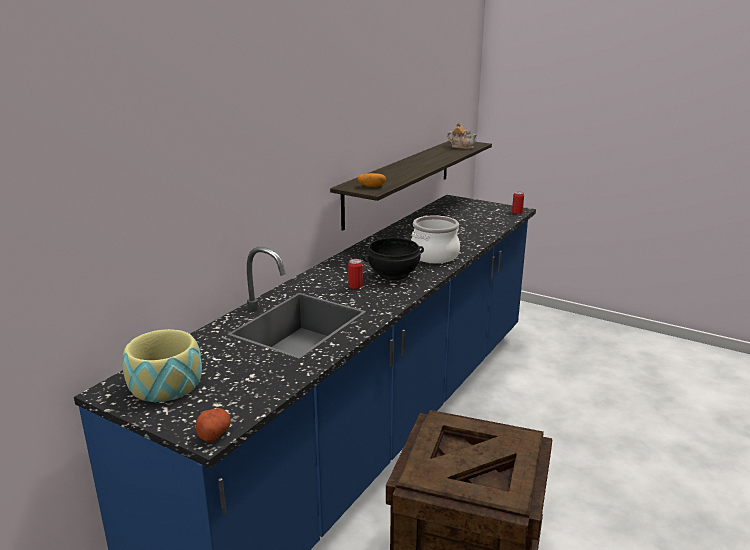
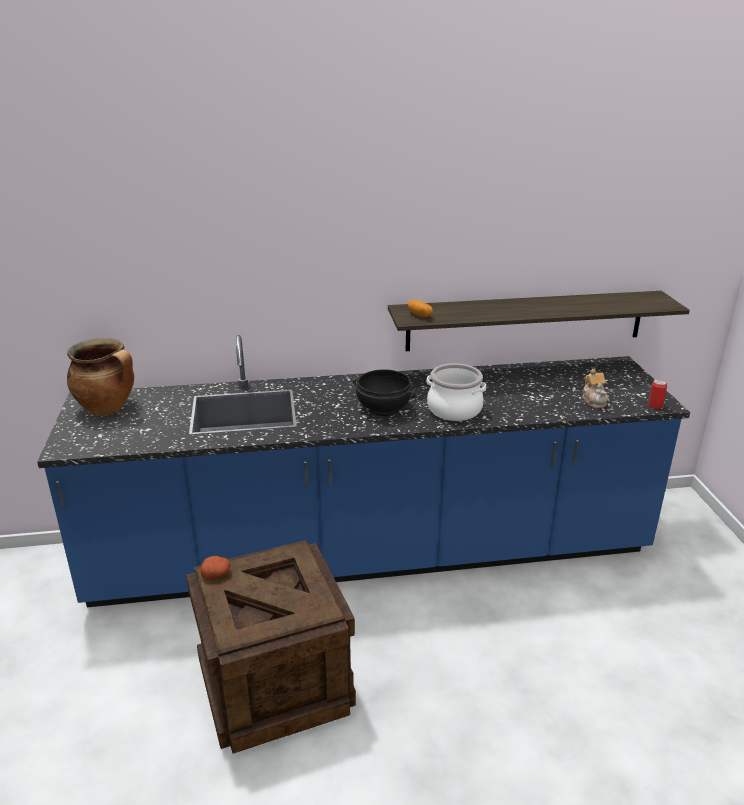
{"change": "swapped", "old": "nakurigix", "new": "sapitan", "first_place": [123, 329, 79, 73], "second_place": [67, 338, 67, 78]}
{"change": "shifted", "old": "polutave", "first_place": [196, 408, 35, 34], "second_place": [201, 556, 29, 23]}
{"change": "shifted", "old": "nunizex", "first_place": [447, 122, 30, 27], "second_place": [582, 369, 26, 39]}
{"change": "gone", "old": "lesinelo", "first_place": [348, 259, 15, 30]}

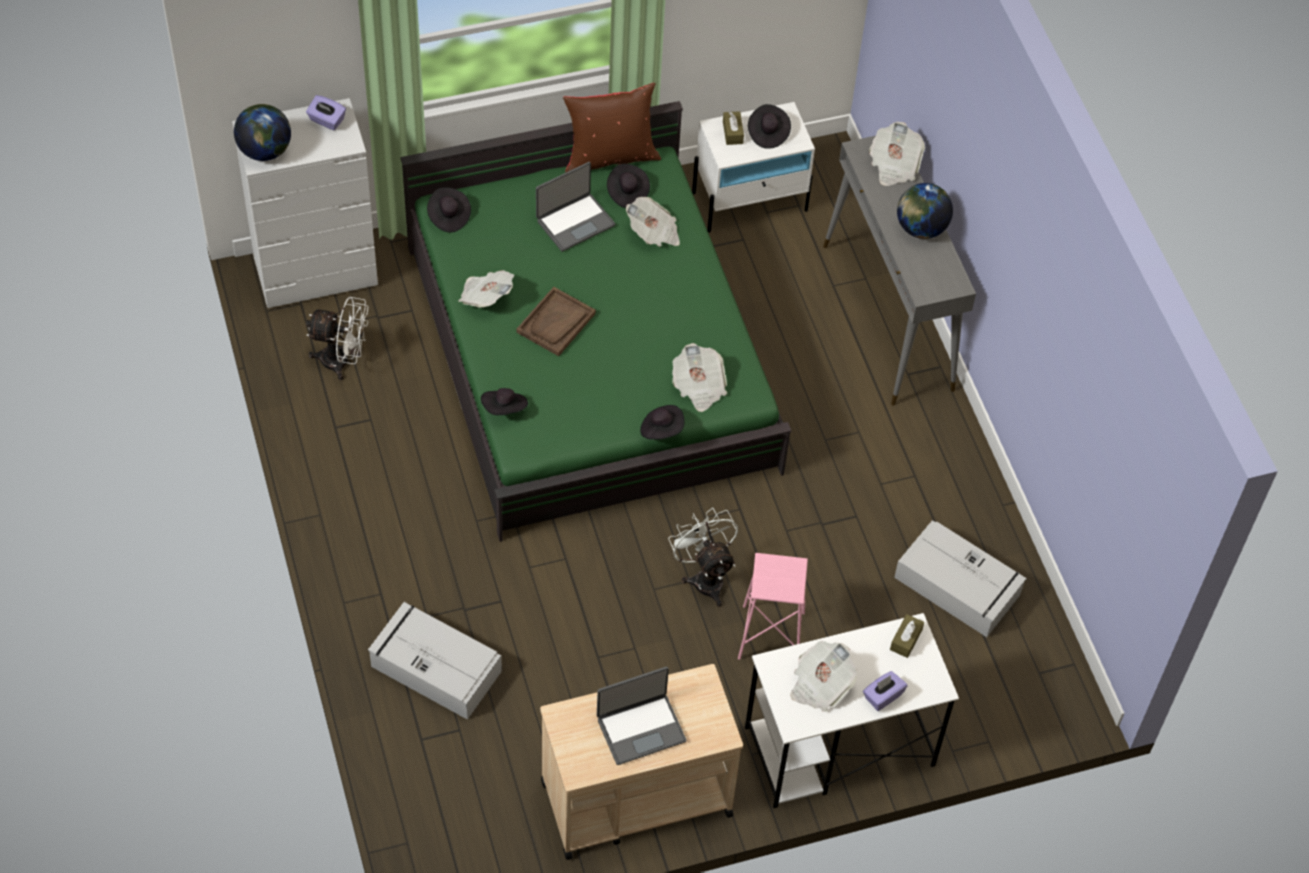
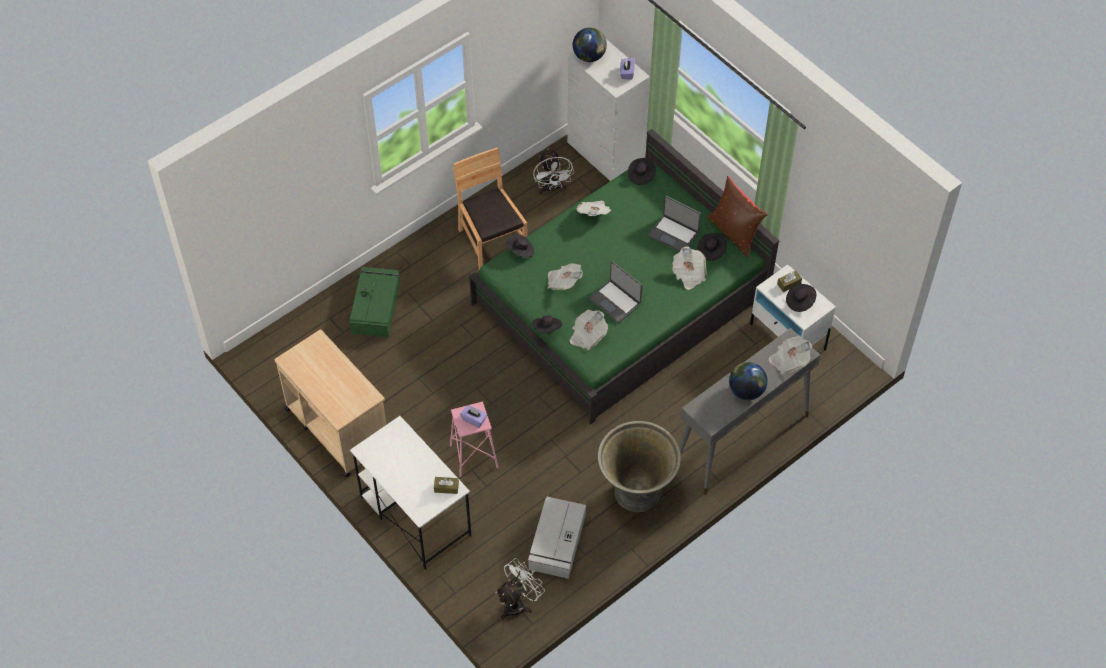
{"change": "repainted", "old": "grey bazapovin", "new": "green bazapovin", "first_place": [368, 602, 134, 118], "second_place": [349, 267, 51, 71]}
{"change": "new", "new": "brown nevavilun", "second_place": [453, 147, 75, 122]}
{"change": "shifted", "old": "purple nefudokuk", "first_place": [863, 671, 44, 40], "second_place": [460, 405, 27, 23]}
{"change": "shifted", "old": "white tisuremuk", "first_place": [668, 508, 70, 99], "second_place": [495, 558, 50, 62]}
{"change": "shifted", "old": "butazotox", "first_place": [790, 641, 67, 71], "second_place": [548, 263, 35, 27]}
{"change": "shifted", "old": "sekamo", "first_place": [597, 666, 90, 99], "second_place": [589, 261, 54, 62]}
{"change": "new", "new": "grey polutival", "second_place": [598, 421, 83, 91]}
{"change": "gone", "old": "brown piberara", "first_place": [516, 287, 80, 69]}

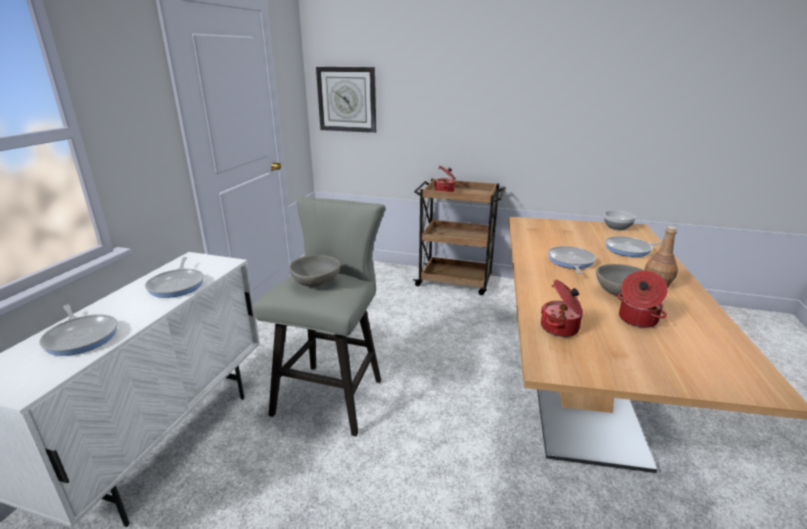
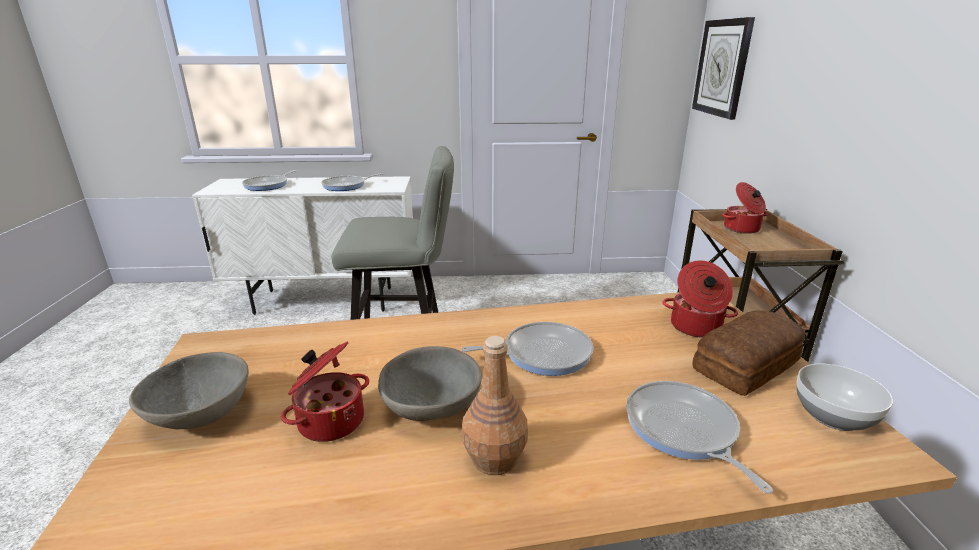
{"change": "shifted", "old": "grey nakurigix", "first_place": [289, 255, 52, 32], "second_place": [129, 352, 120, 77]}
{"change": "shifted", "old": "sapitan", "first_place": [541, 280, 42, 57], "second_place": [663, 260, 75, 78]}
{"change": "new", "new": "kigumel", "second_place": [692, 310, 113, 86]}

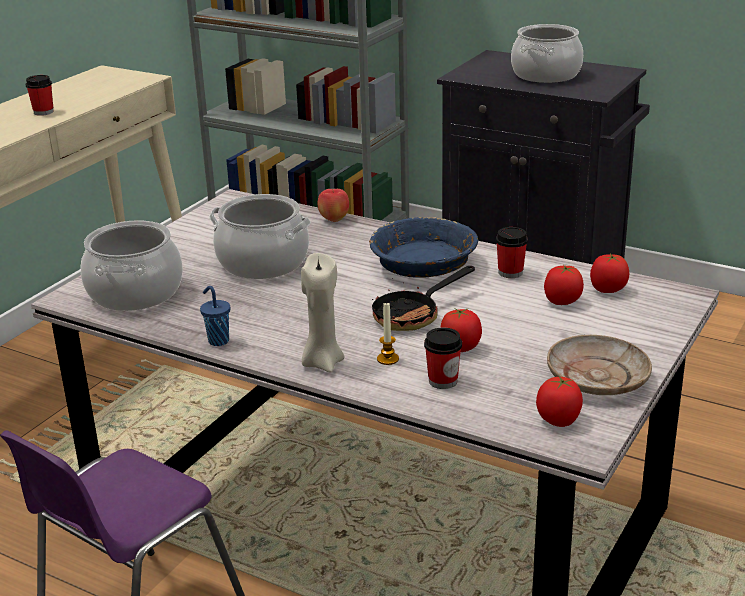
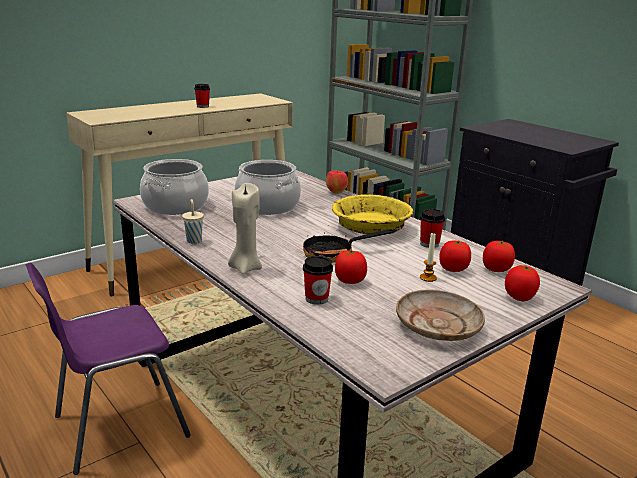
{"change": "repainted", "old": "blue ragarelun", "new": "beige ragarelun", "first_place": [200, 286, 30, 60], "second_place": [182, 199, 22, 45]}
{"change": "repainted", "old": "blue nakurigix", "new": "yellow nakurigix", "first_place": [369, 217, 109, 61], "second_place": [332, 194, 81, 40]}
{"change": "shifted", "old": "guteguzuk", "first_place": [377, 301, 22, 64], "second_place": [420, 232, 17, 50]}
{"change": "shifted", "old": "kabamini", "first_place": [536, 377, 47, 50], "second_place": [505, 265, 35, 37]}
{"change": "gone", "old": "sapitan", "first_place": [511, 24, 72, 59]}

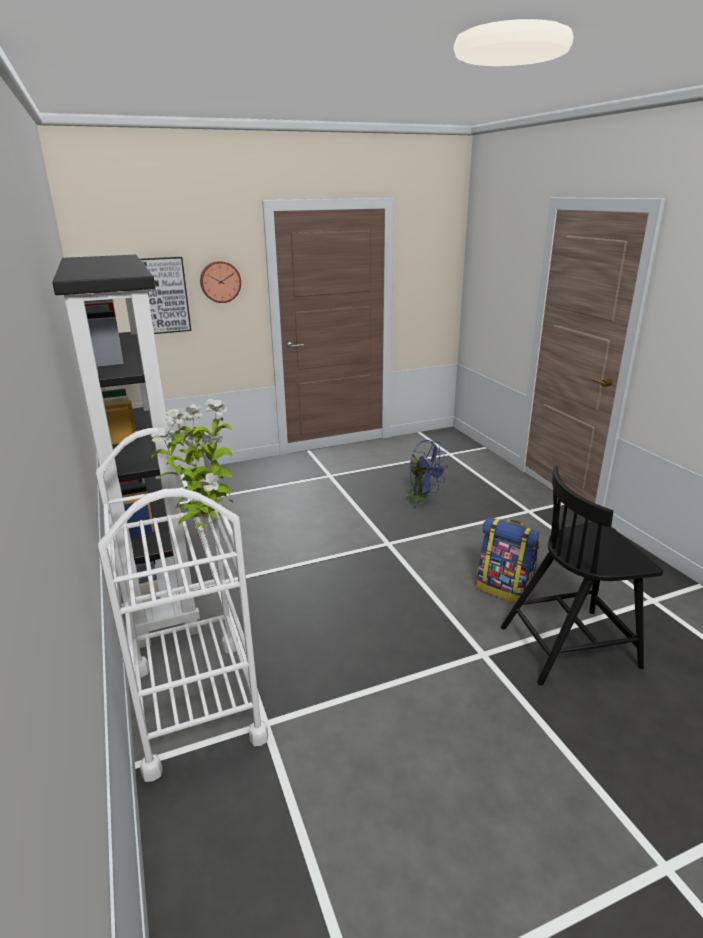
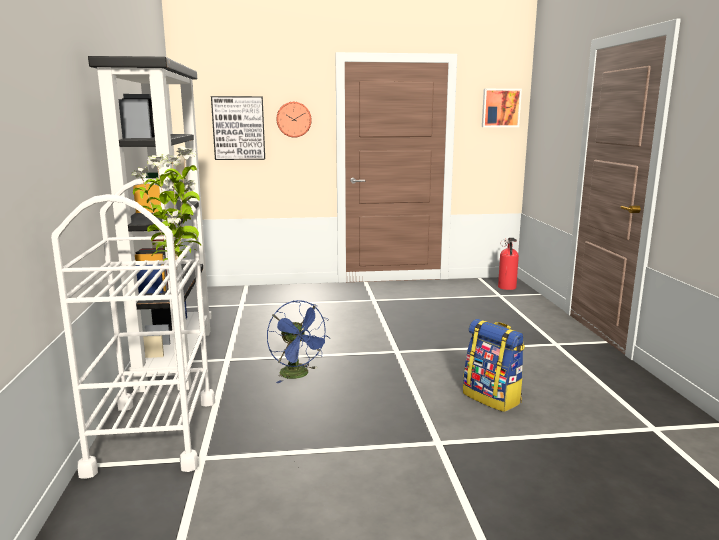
{"change": "shifted", "old": "blue tisuremuk", "first_place": [405, 440, 43, 69], "second_place": [267, 300, 64, 83]}
{"change": "new", "new": "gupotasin", "second_place": [482, 89, 40, 38]}
{"change": "new", "new": "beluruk", "second_place": [498, 238, 21, 52]}
{"change": "gone", "old": "black nevavilun", "first_place": [501, 466, 162, 219]}

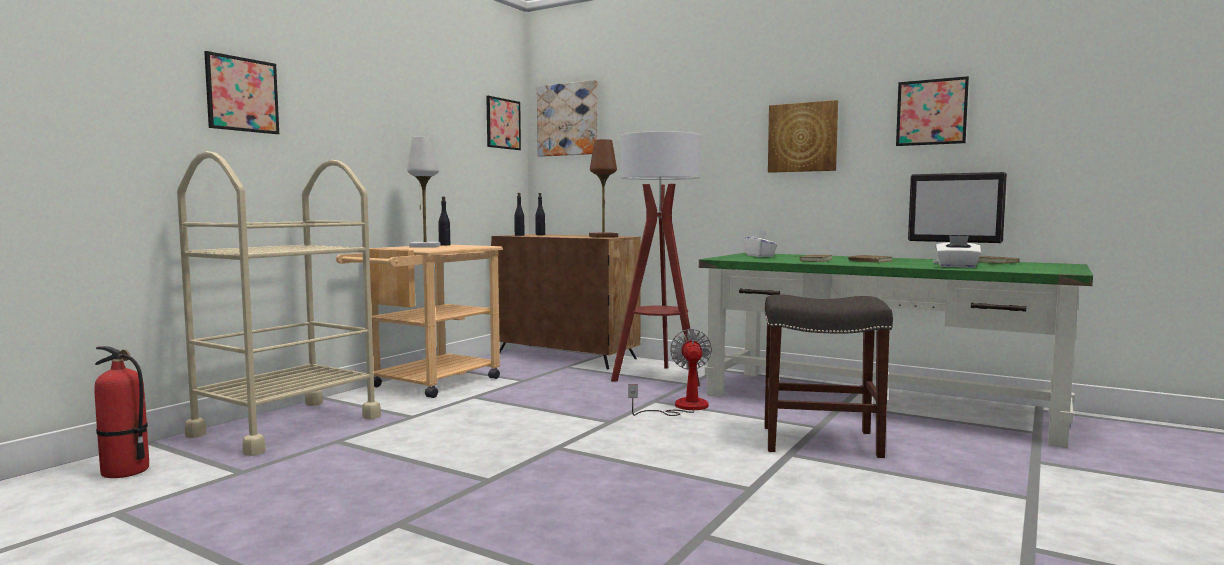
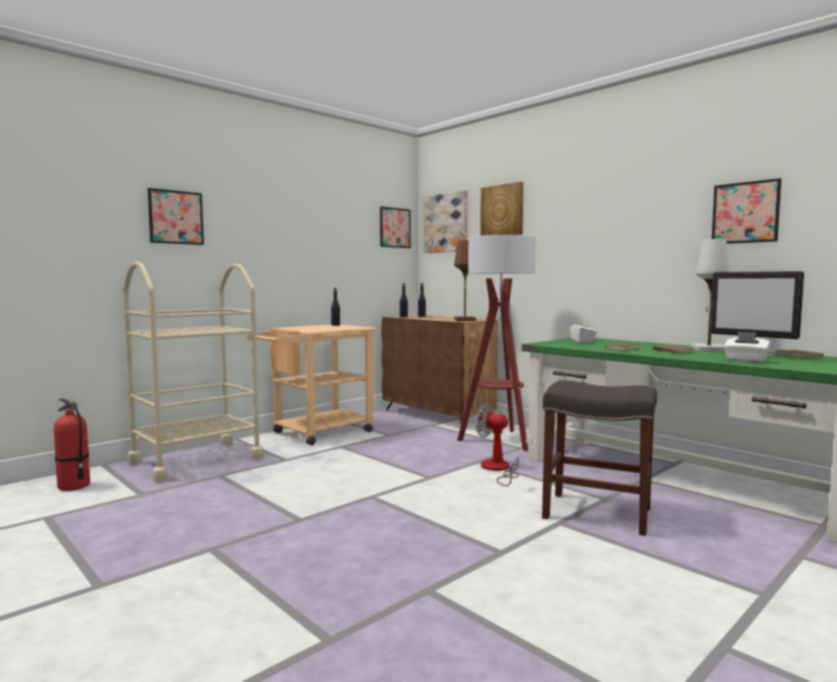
{"change": "rotated", "old": "tisuremuk", "first_place": [628, 329, 84, 87], "second_place": [475, 403, 44, 83], "degrees": -75}
{"change": "shifted", "old": "gupotasin", "first_place": [768, 100, 70, 73], "second_place": [480, 182, 43, 54]}
{"change": "shifted", "old": "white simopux", "first_place": [407, 137, 33, 111], "second_place": [691, 239, 40, 113]}

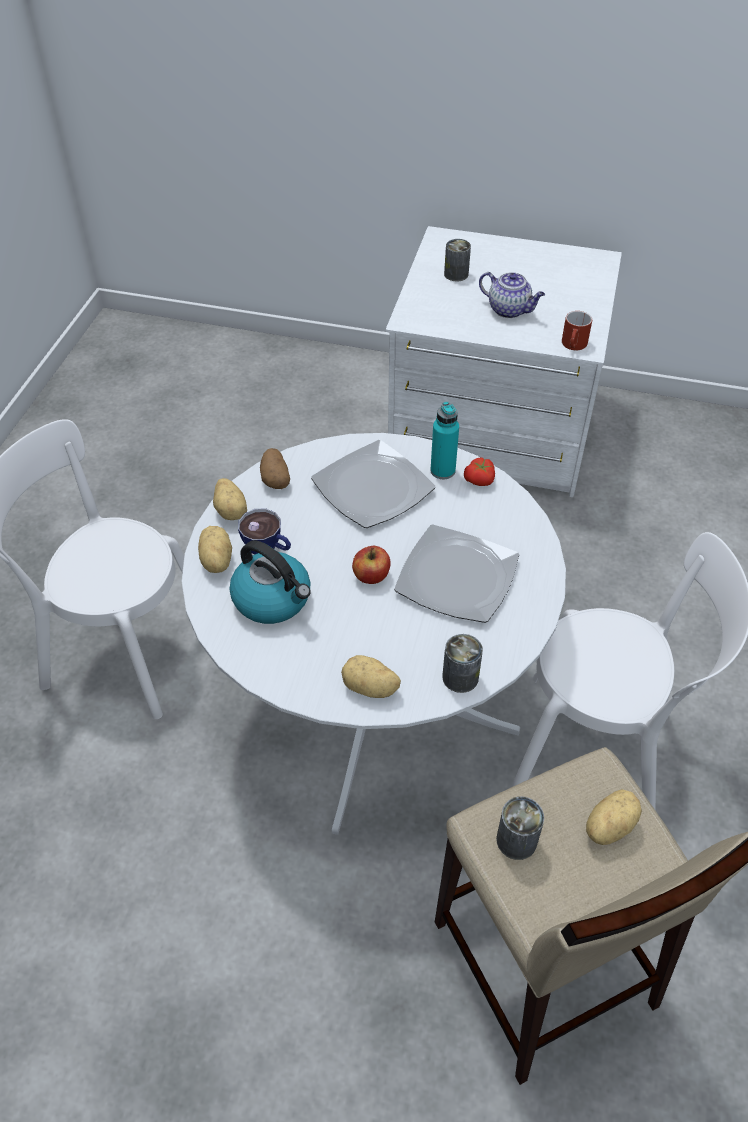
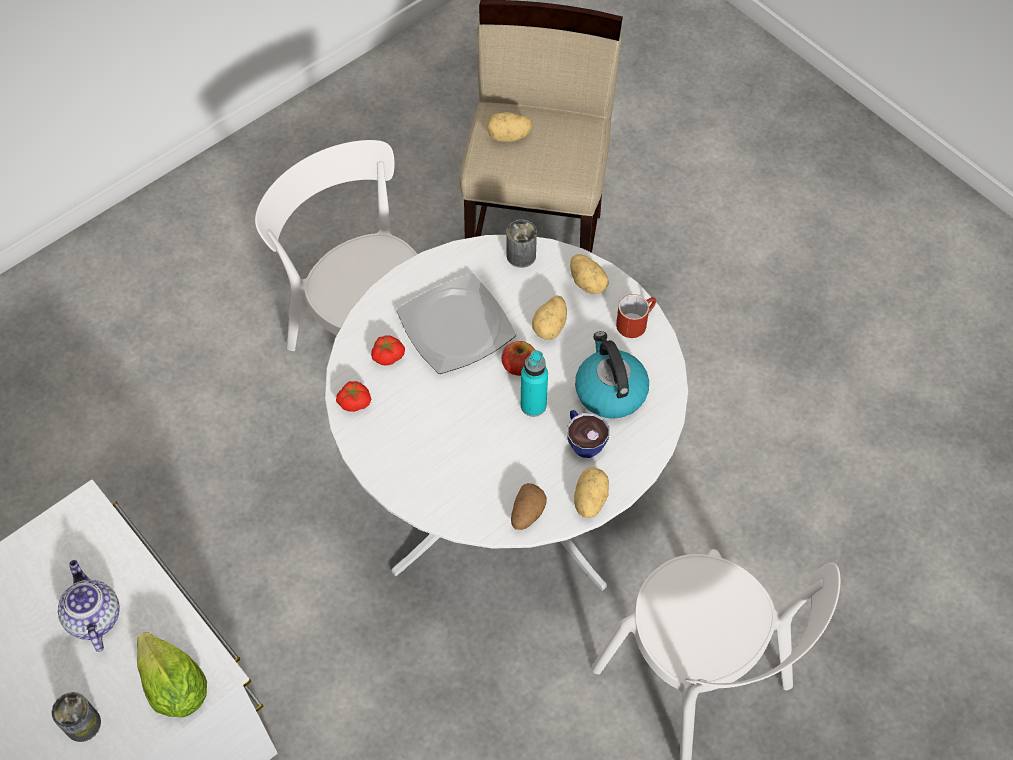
{"change": "new", "new": "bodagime", "second_place": [137, 632, 70, 85]}
{"change": "new", "new": "kabamini", "second_place": [371, 335, 34, 30]}
{"change": "shifted", "old": "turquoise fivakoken", "first_place": [430, 402, 29, 77], "second_place": [521, 350, 27, 67]}
{"change": "shifted", "old": "polutave", "first_place": [198, 526, 34, 47], "second_place": [532, 295, 35, 45]}
{"change": "shifted", "old": "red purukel", "first_place": [562, 311, 30, 39], "second_place": [616, 294, 40, 44]}
{"change": "gone", "old": "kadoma", "first_place": [311, 440, 124, 88]}
{"change": "gone", "old": "lesinelo", "first_place": [496, 797, 48, 63]}

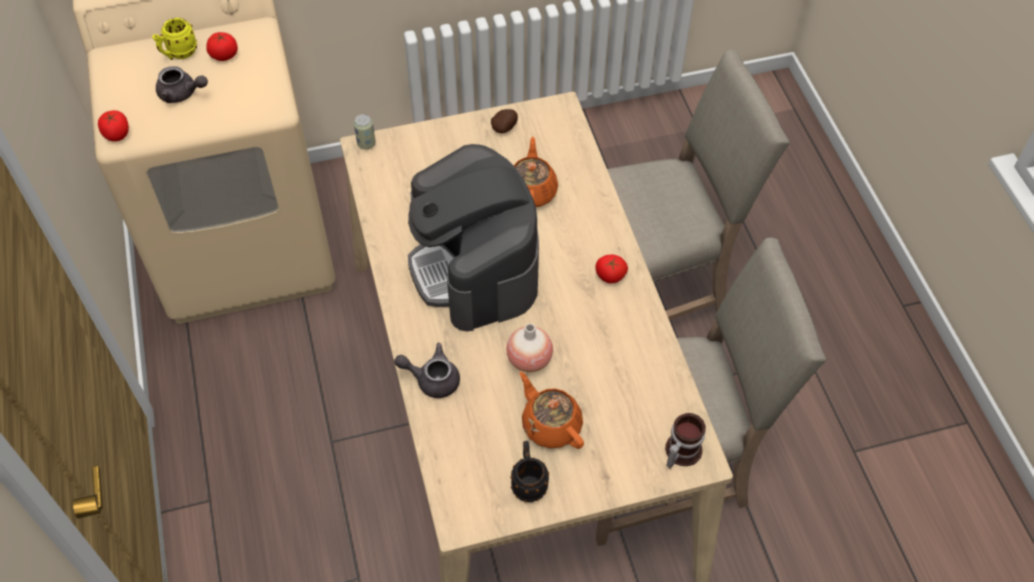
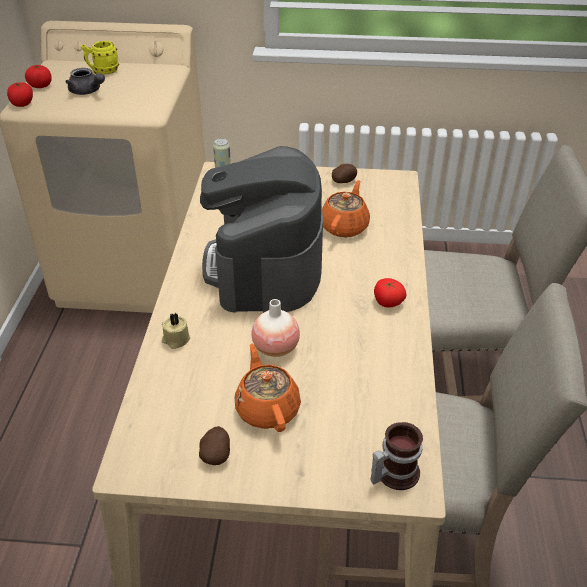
{"change": "shifted", "old": "kabamini", "first_place": [206, 32, 32, 29], "second_place": [25, 65, 27, 23]}
{"change": "swapped", "old": "grey nunizex", "new": "beige guteguzuk", "first_place": [394, 343, 66, 55], "second_place": [162, 313, 28, 36]}
{"change": "swapped", "old": "black purukel", "new": "polutave", "first_place": [510, 441, 39, 61], "second_place": [199, 426, 31, 39]}

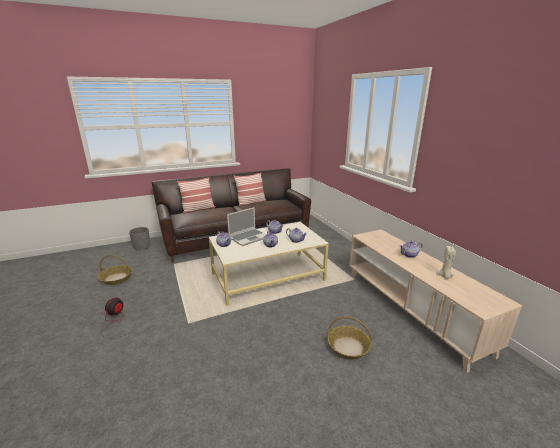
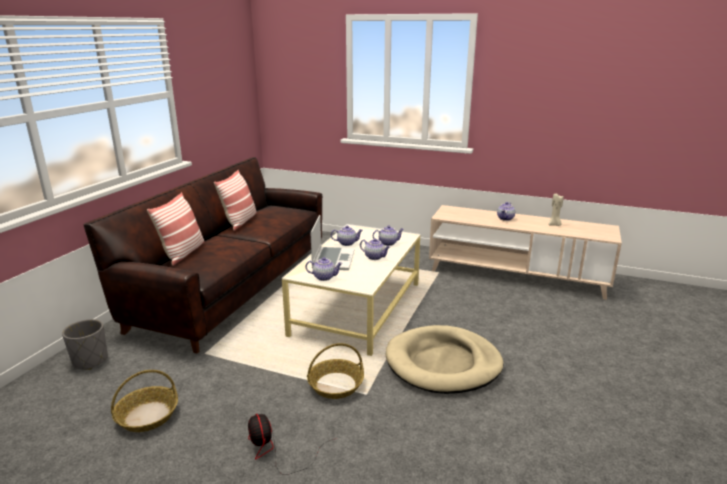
{"change": "shifted", "old": "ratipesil", "first_place": [328, 317, 44, 42], "second_place": [307, 343, 57, 56]}
{"change": "new", "new": "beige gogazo", "second_place": [385, 325, 118, 69]}

